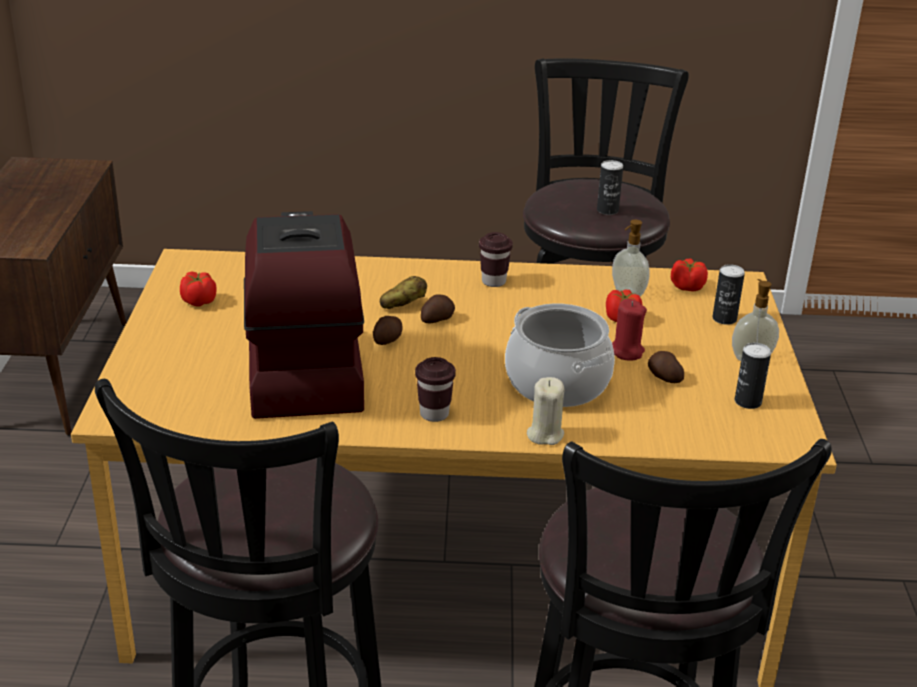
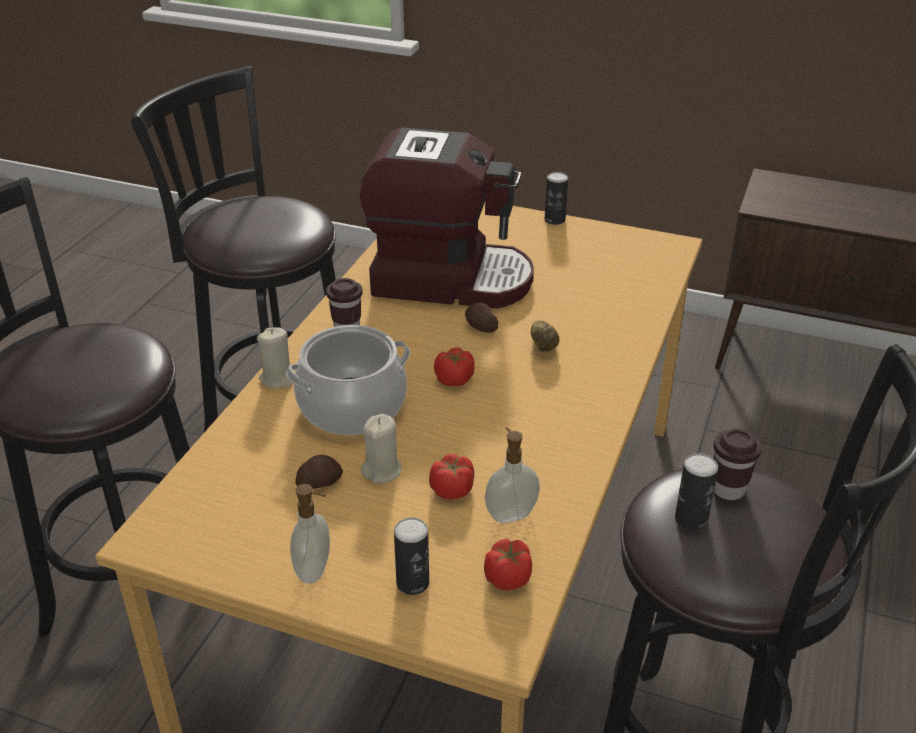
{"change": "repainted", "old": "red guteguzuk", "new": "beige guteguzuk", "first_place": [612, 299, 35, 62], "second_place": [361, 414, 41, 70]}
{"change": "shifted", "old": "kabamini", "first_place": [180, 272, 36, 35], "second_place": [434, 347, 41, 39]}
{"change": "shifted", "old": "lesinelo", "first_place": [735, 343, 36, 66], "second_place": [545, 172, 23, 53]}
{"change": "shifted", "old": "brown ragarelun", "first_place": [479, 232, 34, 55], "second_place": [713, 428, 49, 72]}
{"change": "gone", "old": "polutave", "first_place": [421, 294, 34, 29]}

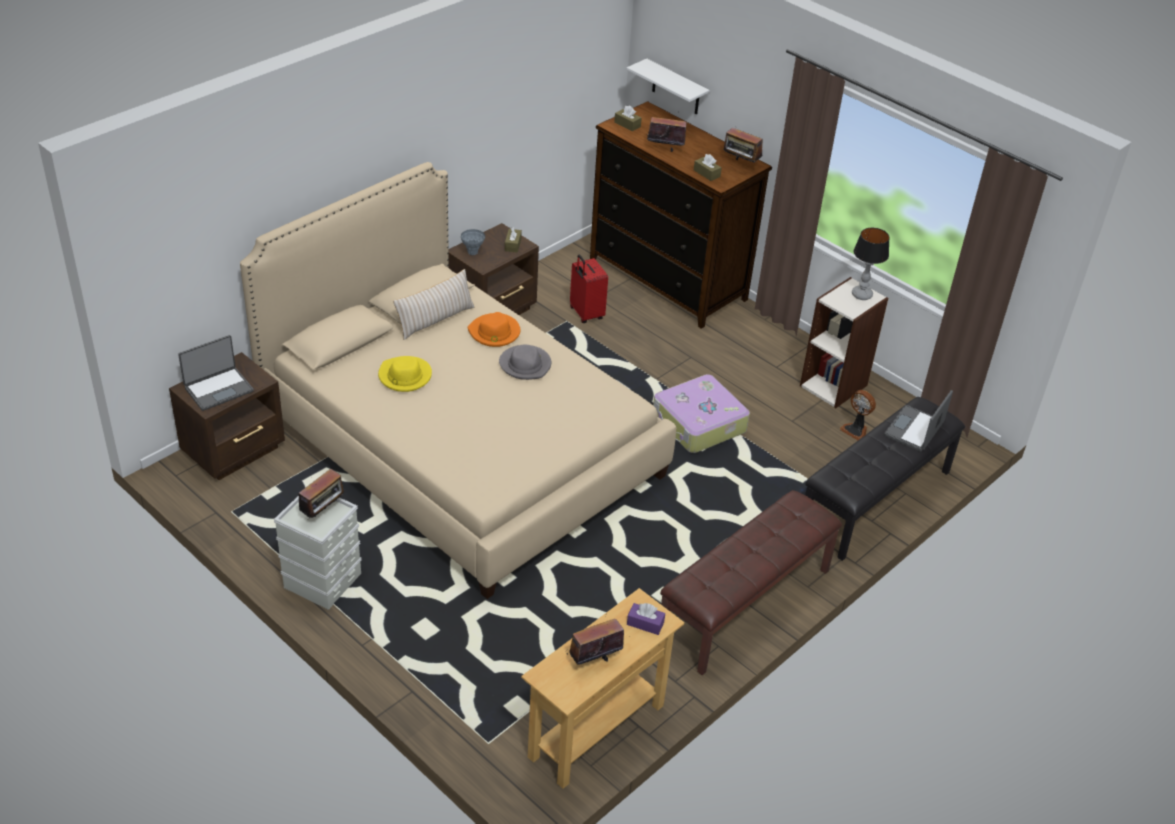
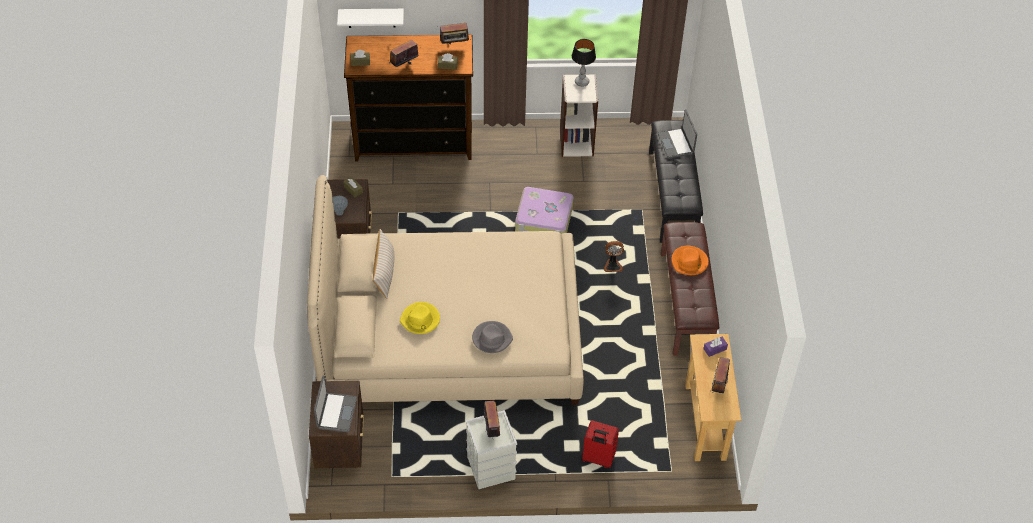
{"change": "shifted", "old": "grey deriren", "first_place": [499, 345, 52, 35], "second_place": [472, 321, 41, 32]}
{"change": "shifted", "old": "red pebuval", "first_place": [570, 255, 38, 68], "second_place": [582, 420, 37, 49]}
{"change": "shifted", "old": "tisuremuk", "first_place": [840, 390, 36, 50], "second_place": [604, 241, 20, 31]}
{"change": "shifted", "old": "orange deriren", "first_place": [468, 312, 52, 35], "second_place": [671, 246, 38, 29]}

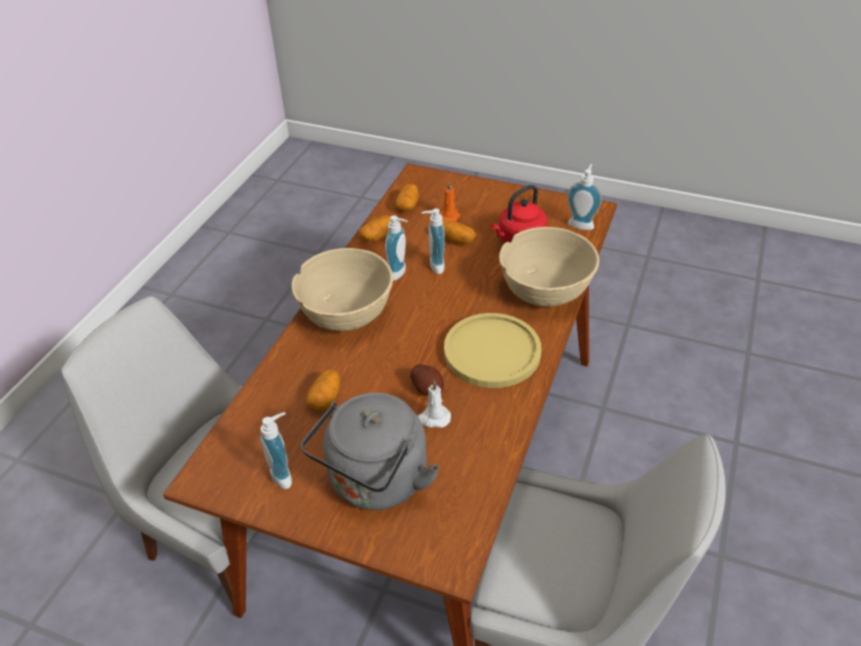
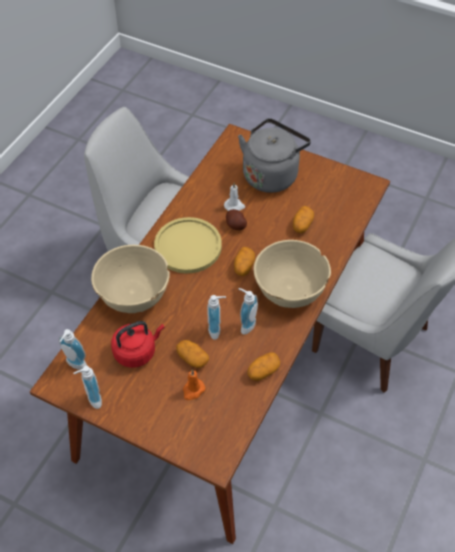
{"change": "shifted", "old": "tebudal", "first_place": [260, 412, 32, 77], "second_place": [73, 366, 29, 43]}
{"change": "shifted", "old": "polutave", "first_place": [395, 184, 24, 27], "second_place": [234, 247, 21, 29]}

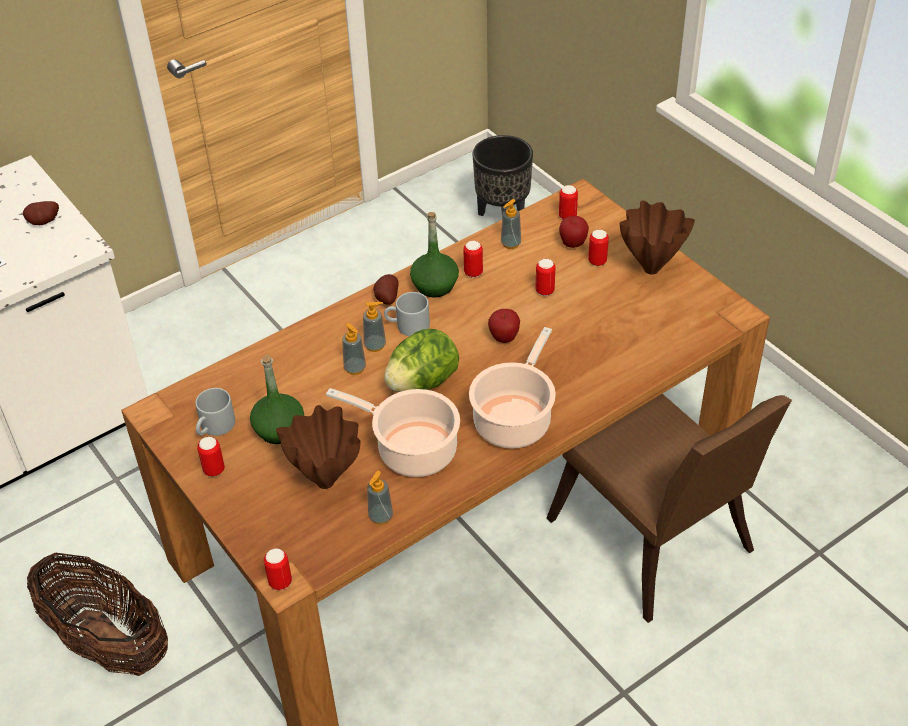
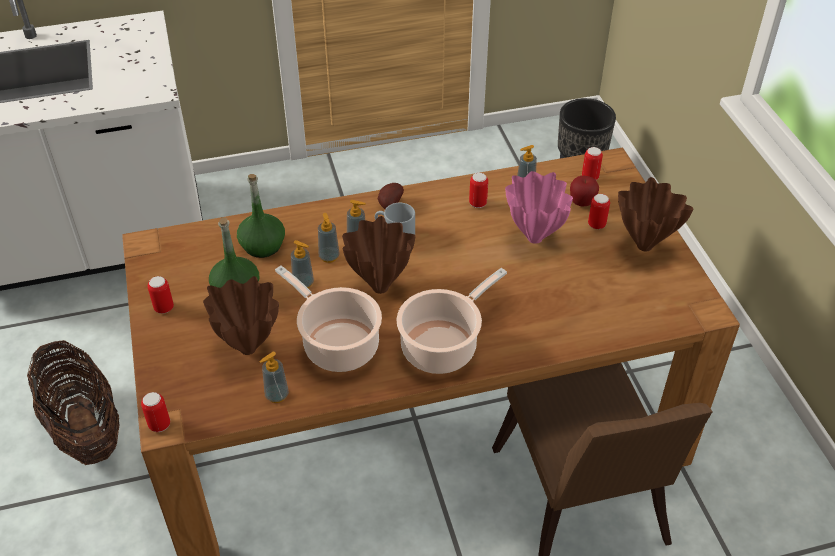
{"change": "shifted", "old": "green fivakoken", "first_place": [410, 212, 49, 85], "second_place": [237, 174, 48, 84]}
{"change": "new", "new": "tebudal", "second_place": [291, 240, 23, 48]}
{"change": "swapped", "old": "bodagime", "new": "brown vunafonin", "first_place": [384, 329, 75, 63], "second_place": [342, 216, 74, 78]}
{"change": "swapped", "old": "lesinelo", "new": "pink vunafonin", "first_place": [536, 259, 19, 37], "second_place": [505, 171, 68, 73]}
{"change": "gone", "old": "polutave", "first_place": [23, 201, 36, 24]}
{"change": "gone", "old": "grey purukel", "first_place": [195, 388, 40, 48]}
{"change": "gone", "old": "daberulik", "first_place": [488, 309, 32, 34]}

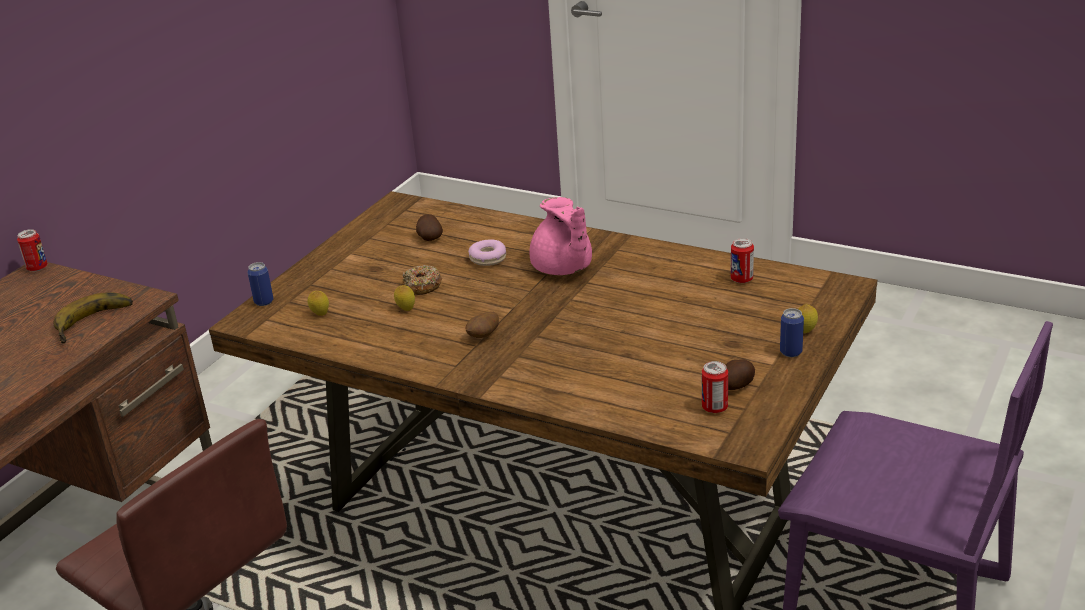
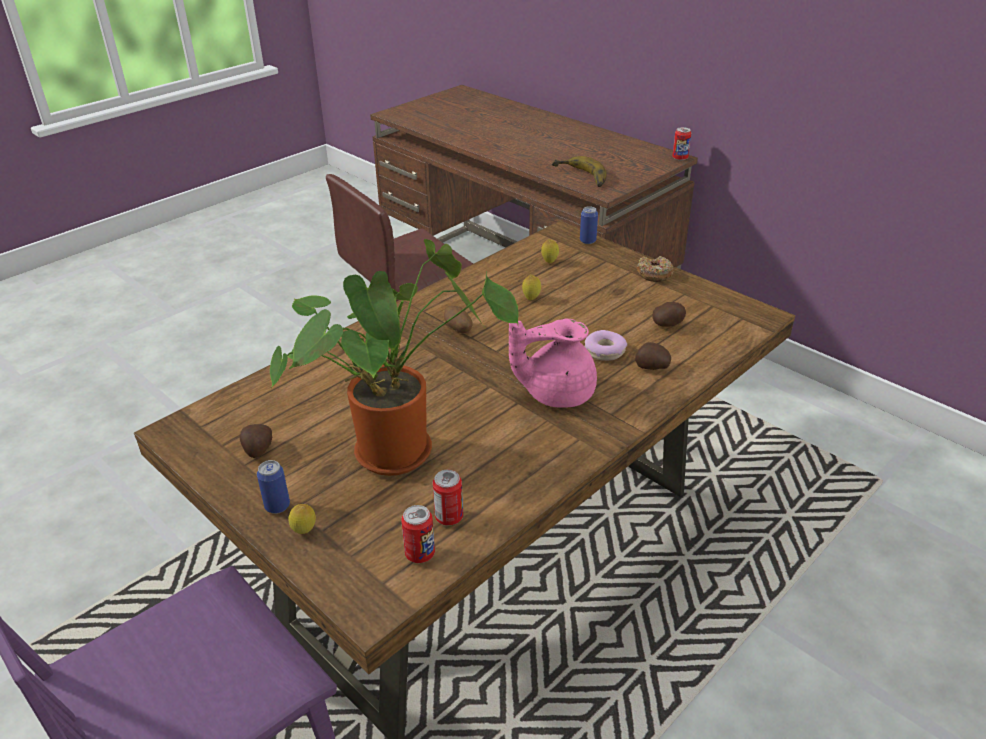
{"change": "new", "new": "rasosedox", "second_place": [270, 239, 249, 237]}
{"change": "shifted", "old": "lesinelo", "first_place": [702, 361, 26, 52], "second_place": [401, 505, 34, 58]}
{"change": "new", "new": "polutave", "second_place": [635, 342, 36, 28]}
{"change": "shifted", "old": "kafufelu", "first_place": [403, 265, 39, 30], "second_place": [637, 256, 36, 26]}

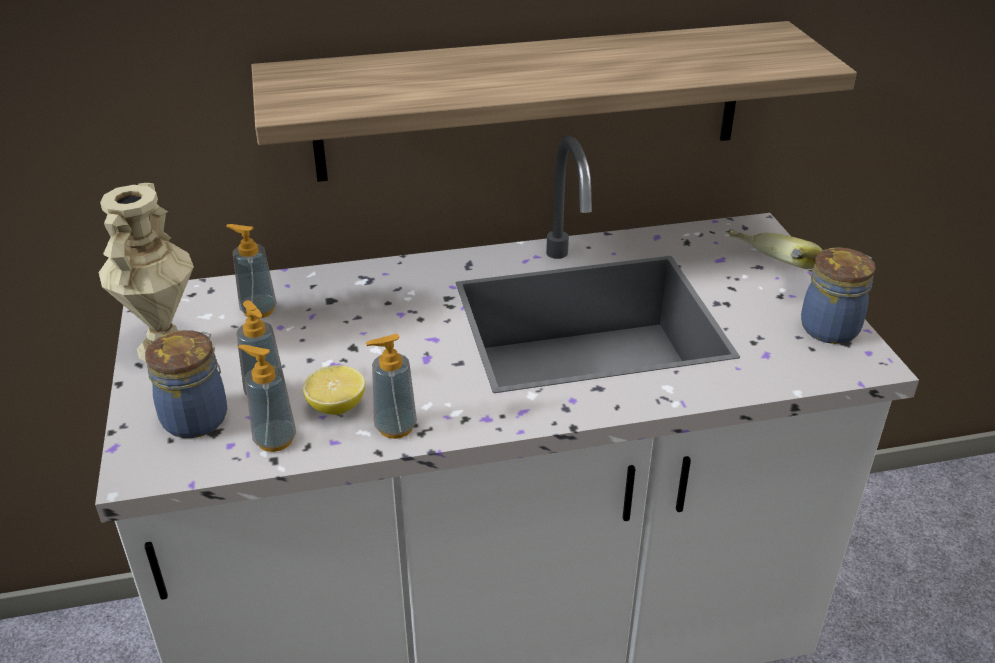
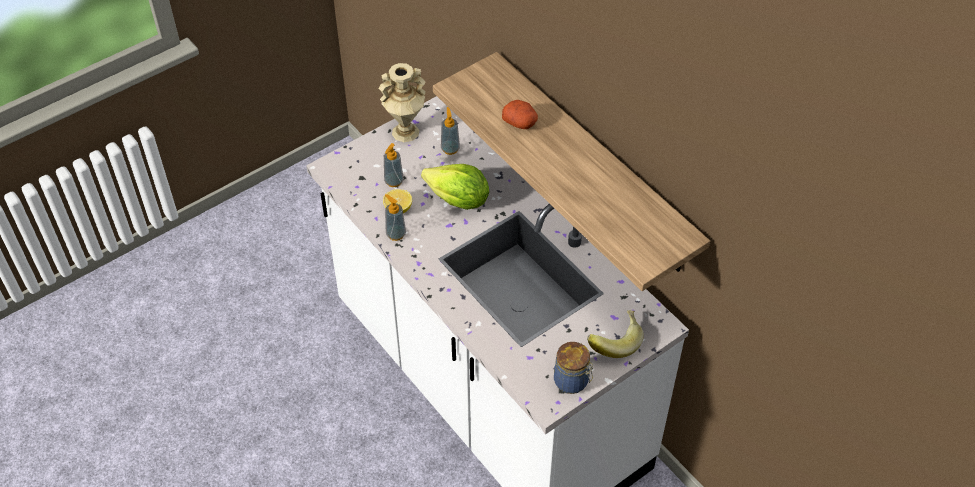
{"change": "new", "new": "bodagime", "second_place": [421, 164, 68, 46]}
{"change": "new", "new": "polutave", "second_place": [502, 100, 36, 29]}
{"change": "gone", "old": "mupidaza", "first_place": [145, 330, 82, 108]}
{"change": "gone", "old": "tebudal", "first_place": [238, 345, 58, 107]}

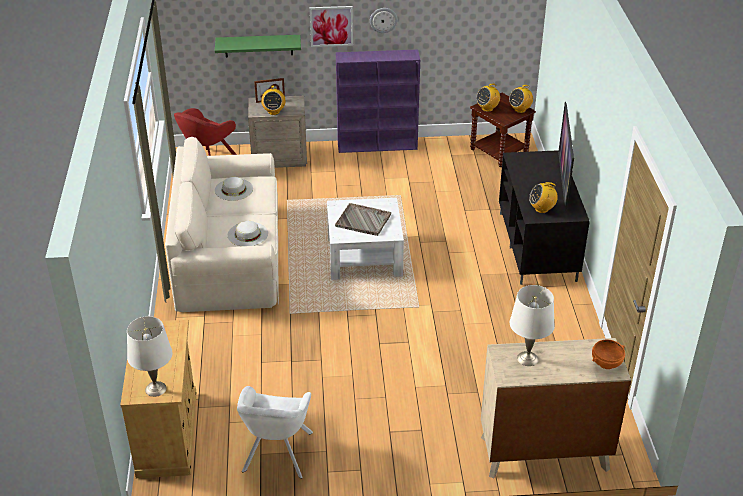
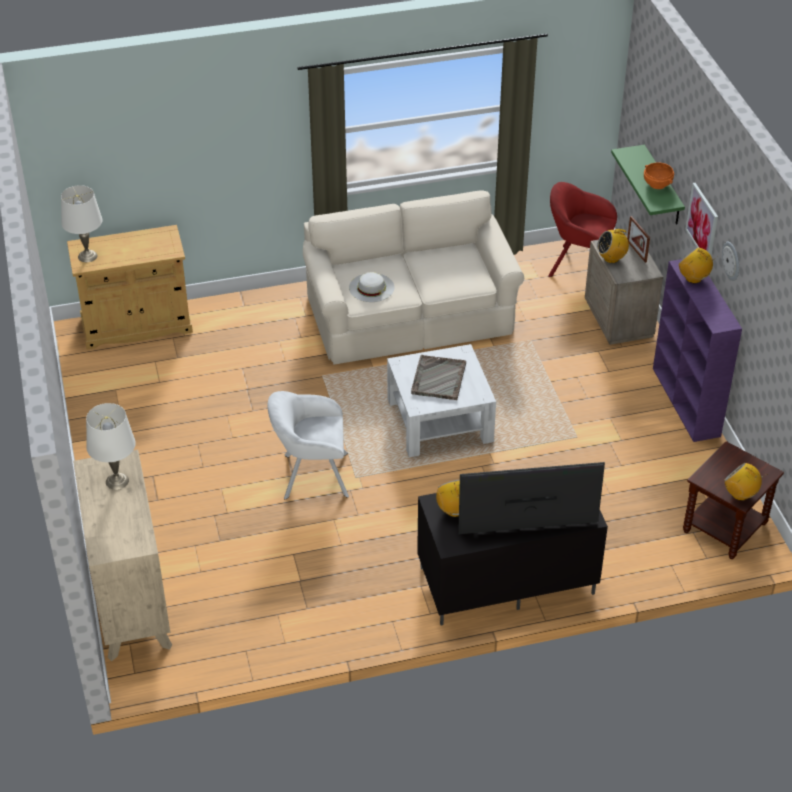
{"change": "shifted", "old": "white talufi", "first_place": [237, 386, 76, 93], "second_place": [267, 391, 82, 108]}
{"change": "shifted", "old": "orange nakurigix", "first_place": [592, 339, 33, 30], "second_place": [644, 162, 30, 27]}
{"change": "shifted", "old": "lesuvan", "first_place": [476, 83, 24, 29], "second_place": [679, 247, 39, 36]}
{"change": "gone", "old": "white deriren", "first_place": [215, 177, 38, 24]}

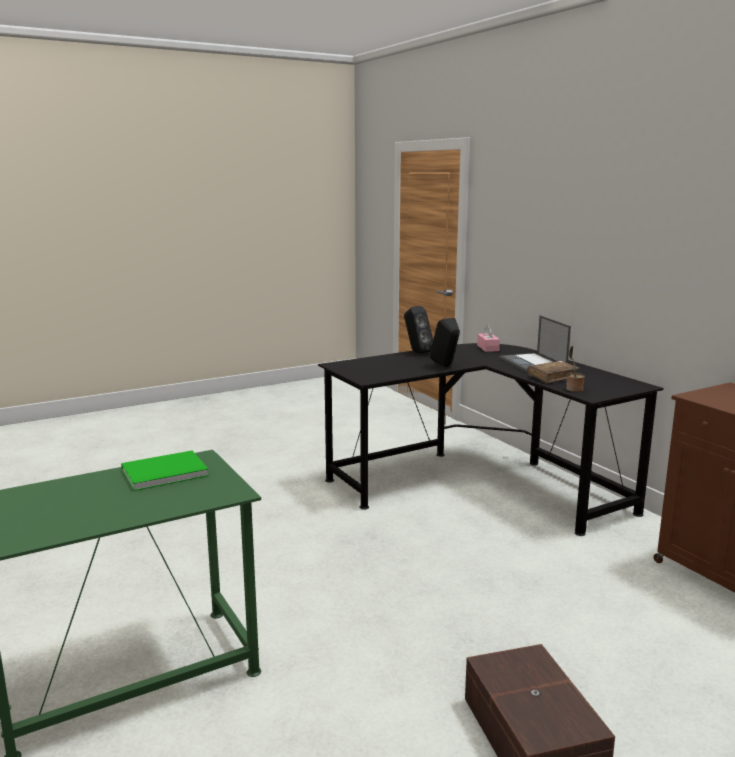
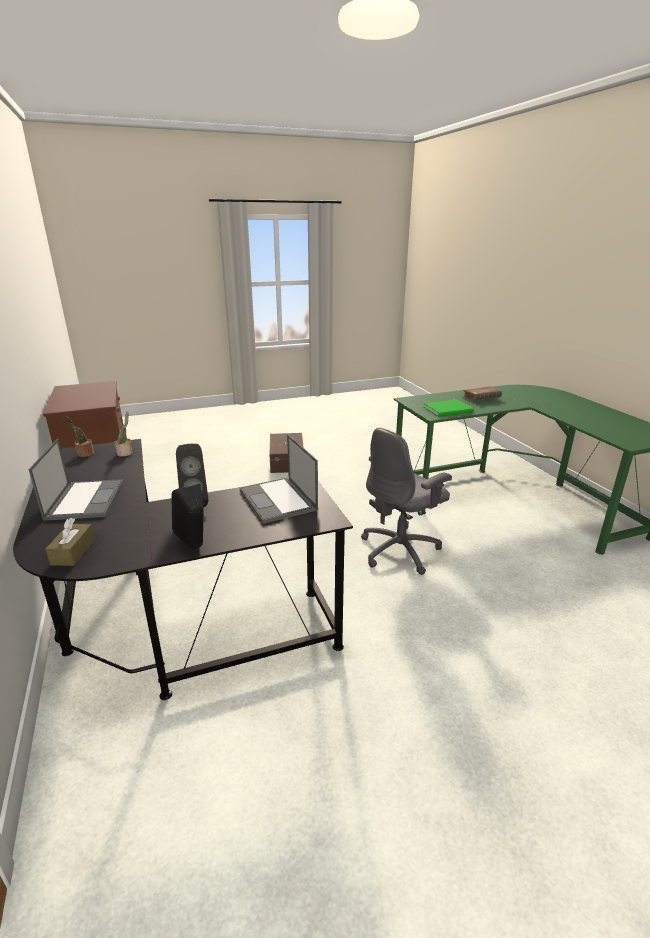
{"change": "repainted", "old": "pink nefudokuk", "new": "brown nefudokuk", "first_place": [477, 325, 23, 27], "second_place": [46, 518, 49, 48]}
{"change": "new", "new": "rasosedox", "second_place": [66, 416, 28, 41]}
{"change": "new", "new": "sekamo", "second_place": [240, 434, 78, 90]}
{"change": "new", "new": "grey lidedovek", "second_place": [361, 428, 91, 147]}
{"change": "shifted", "old": "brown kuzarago", "first_place": [528, 361, 52, 23], "second_place": [462, 386, 40, 14]}

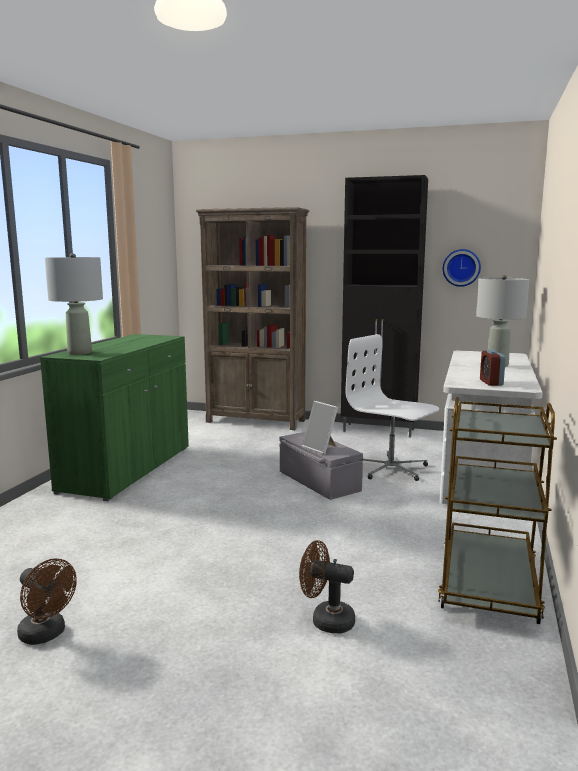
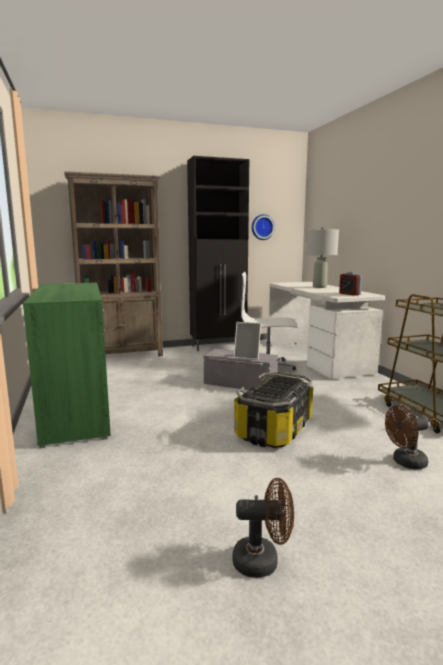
{"change": "new", "new": "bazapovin", "second_place": [234, 372, 79, 76]}
{"change": "gone", "old": "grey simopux", "first_place": [45, 253, 58, 102]}

